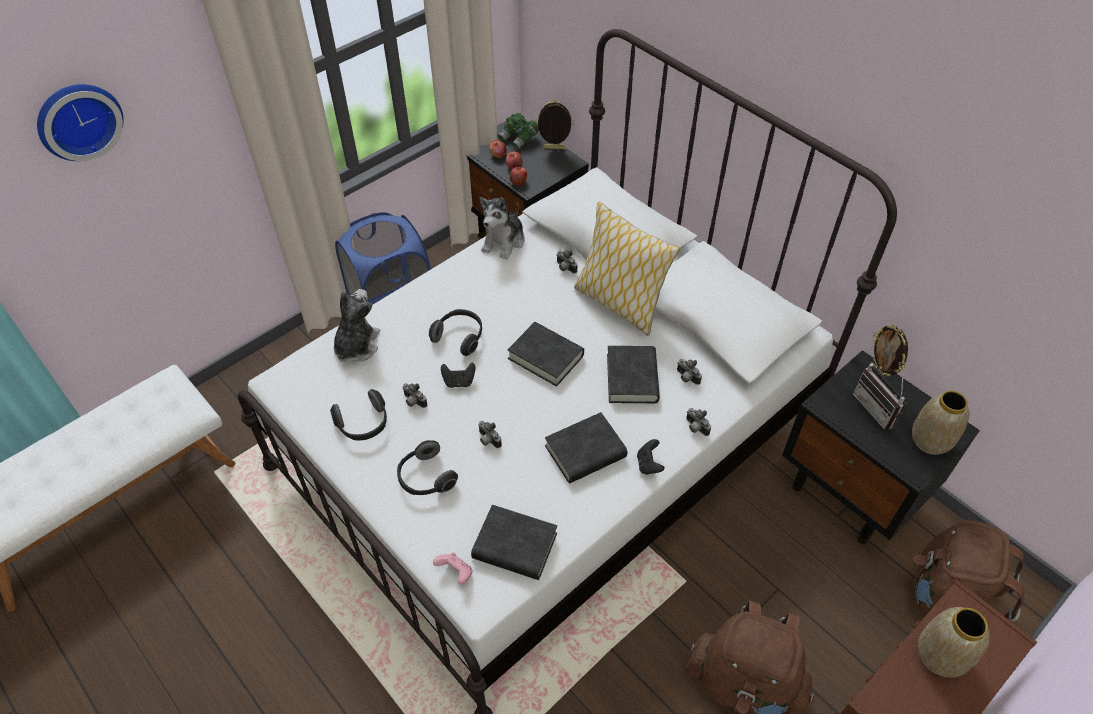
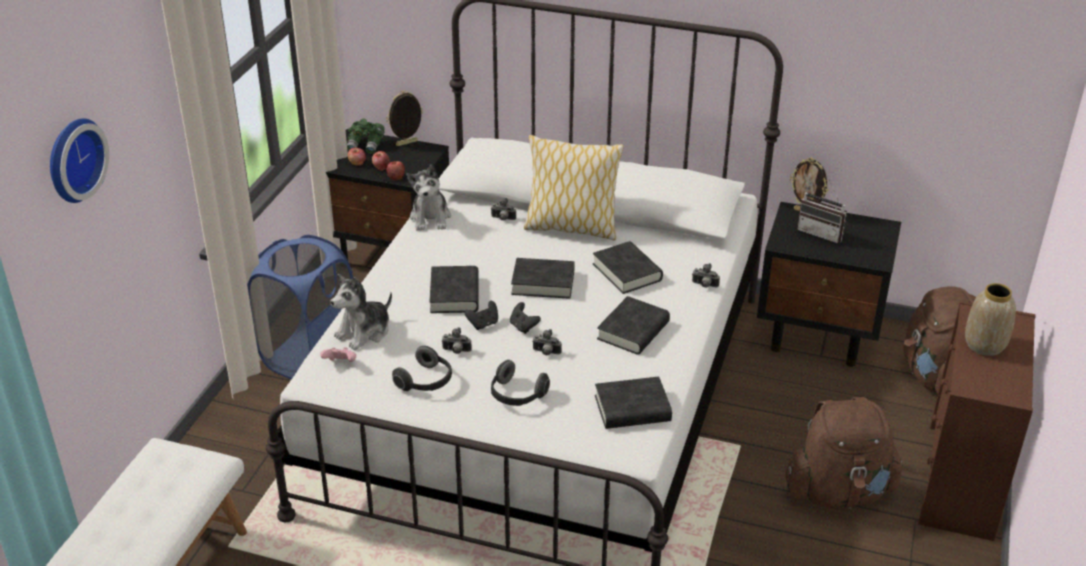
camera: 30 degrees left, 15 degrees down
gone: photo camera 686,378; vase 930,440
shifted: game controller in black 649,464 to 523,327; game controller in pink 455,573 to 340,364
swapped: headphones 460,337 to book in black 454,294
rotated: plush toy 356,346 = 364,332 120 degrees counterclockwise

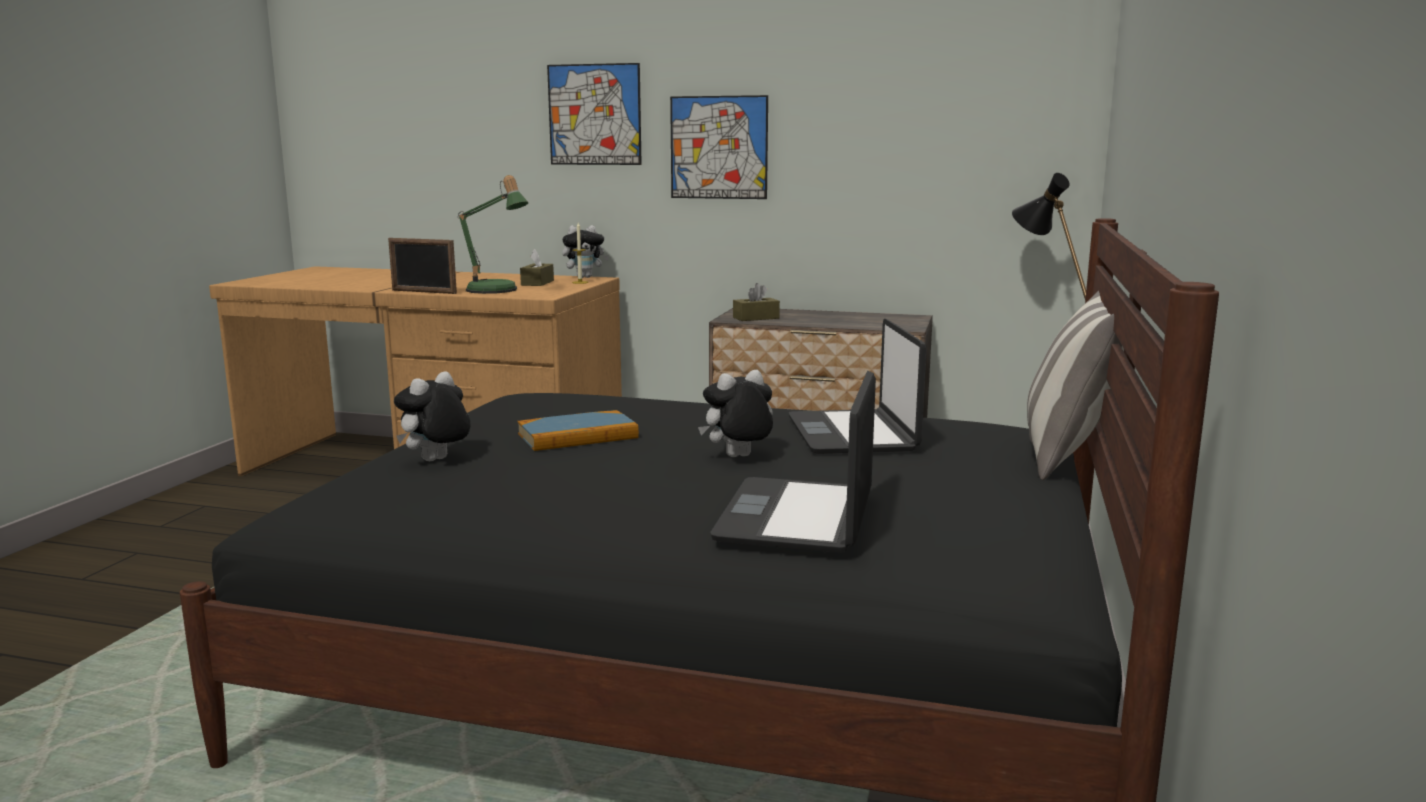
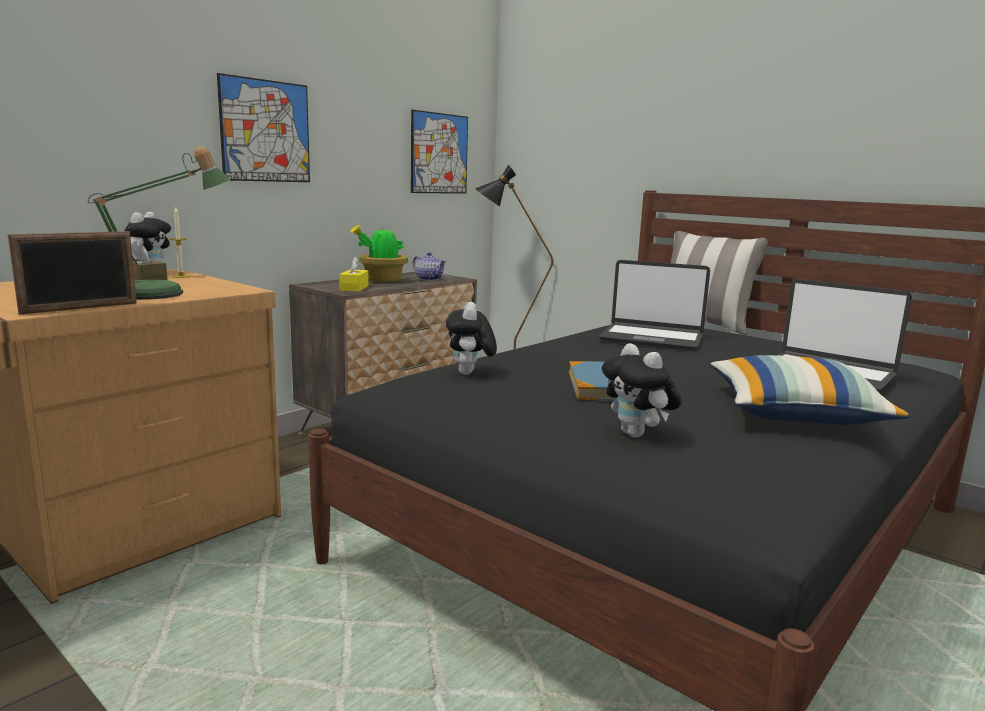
camera: 65 degrees left, 0 degrees up
new: potted plant 381,280; teapot 429,279; pillow 795,413
shifted: picture 594,114 to 439,153; plush toy 738,457 to 469,374
repainted: tissue box in brown 756,318 to tissue box in yellow 354,288

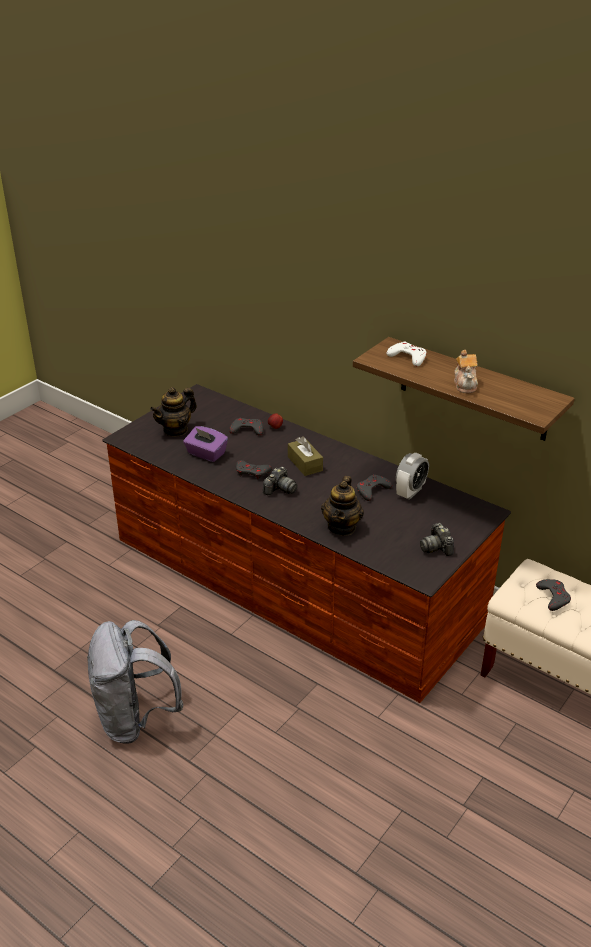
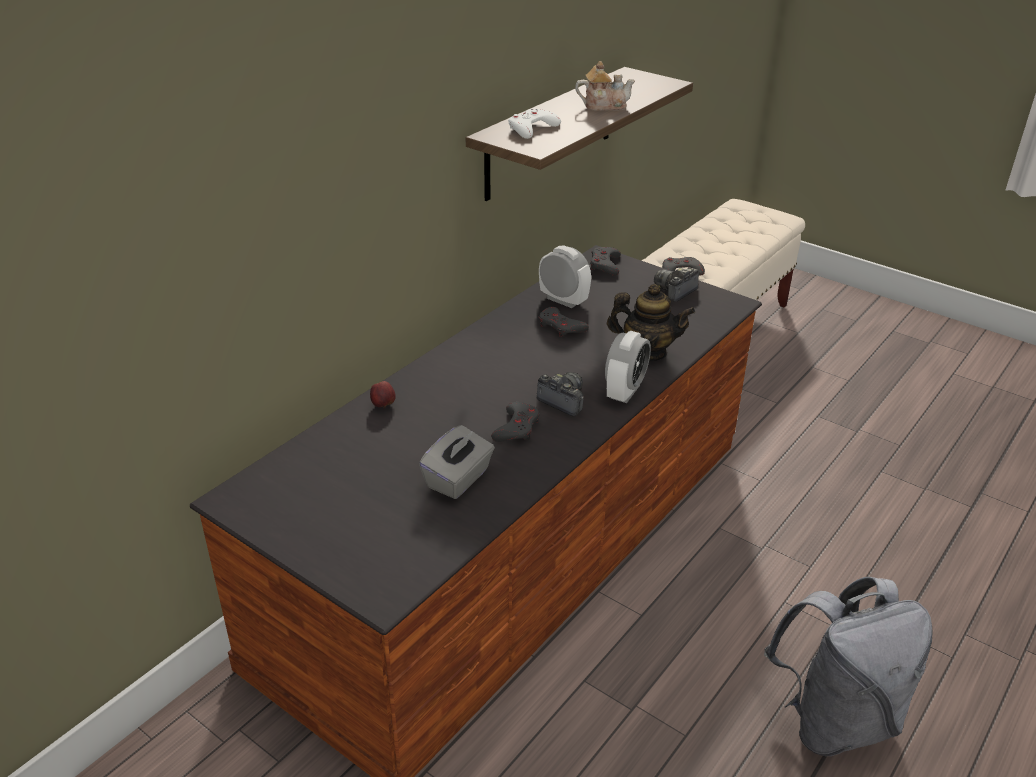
camera: 90 degrees left, 0 degrees up
gone: teapot 175,430; tissue box in brown 305,464
new: alarm clock 625,391
shifted: game controller in grey 247,430 to 605,265
repainted: tissue box in purple 206,454 to tissue box in grey 458,479
rotated: photo camera 436,547 = 675,291 150 degrees clockwise

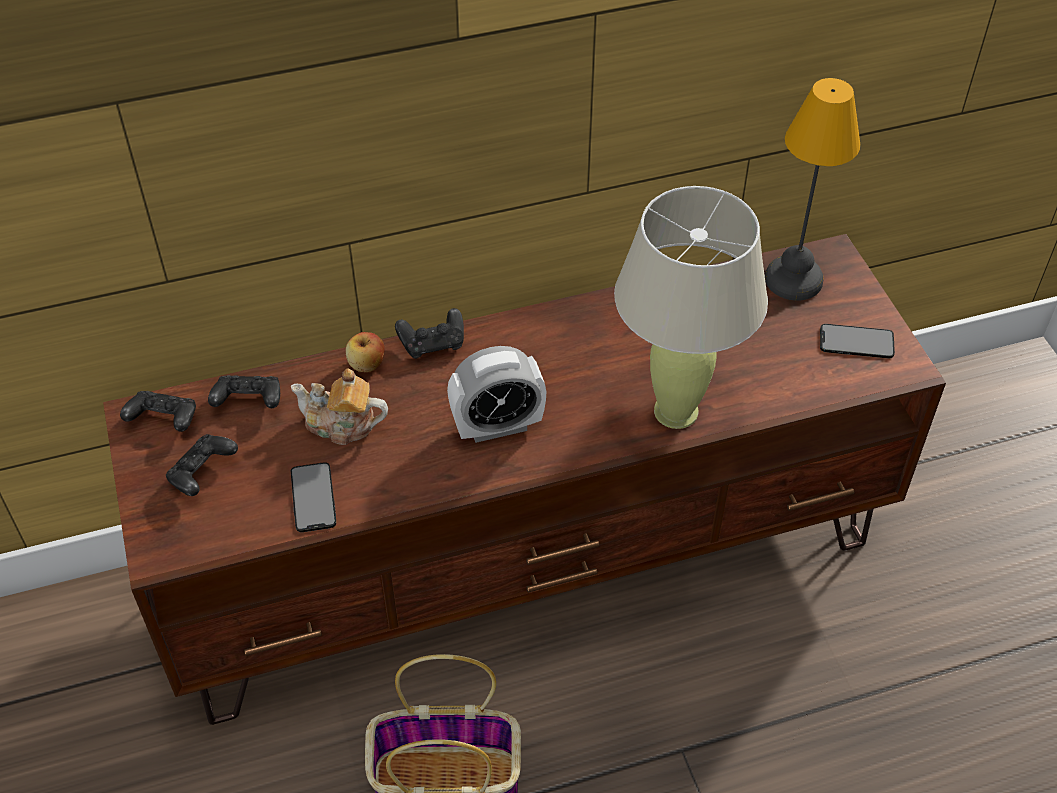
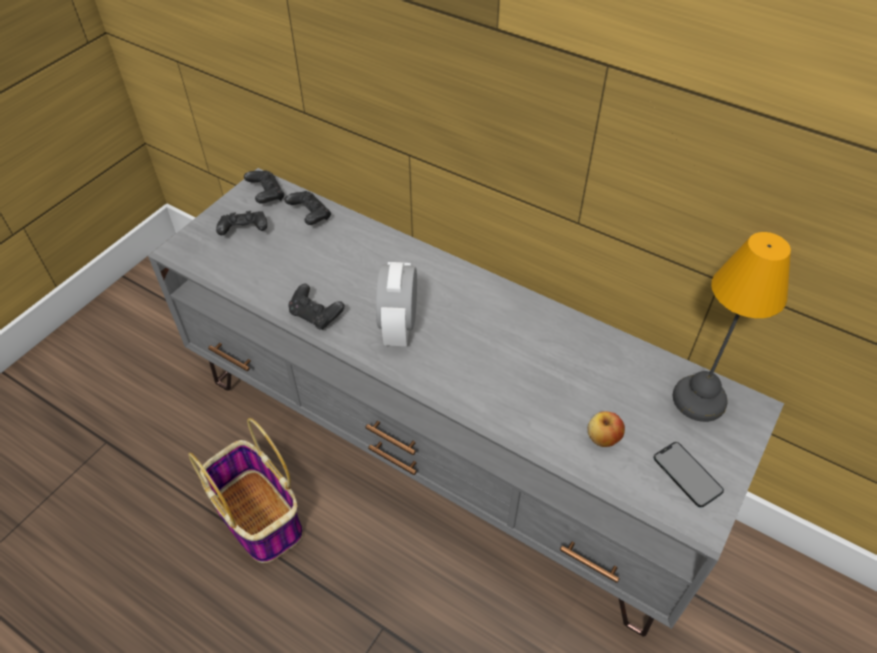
camera: 50 degrees right, 0 degrees up
gone: table lamp in beige 675,411; teapot 341,425; phone 313,497
shifted: game controller in black 433,344 to 316,315; apple 366,364 to 603,438
repainted: tv stand in brown 530,560 to tv stand in grey 441,449
rotated: alarm clock 497,426 = 399,327 60 degrees clockwise

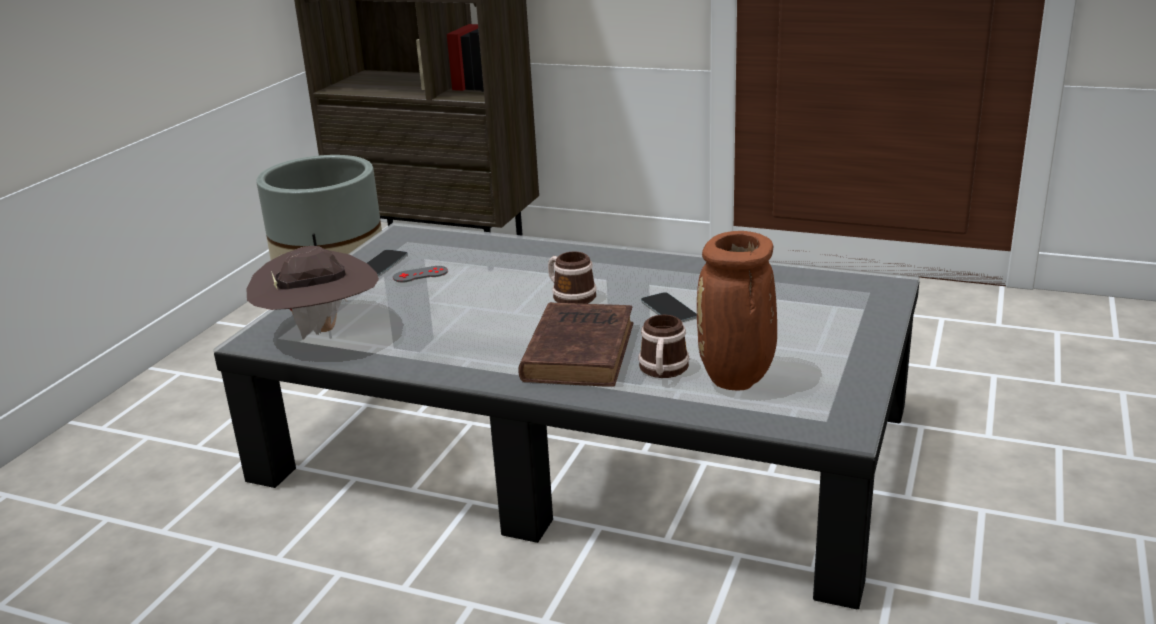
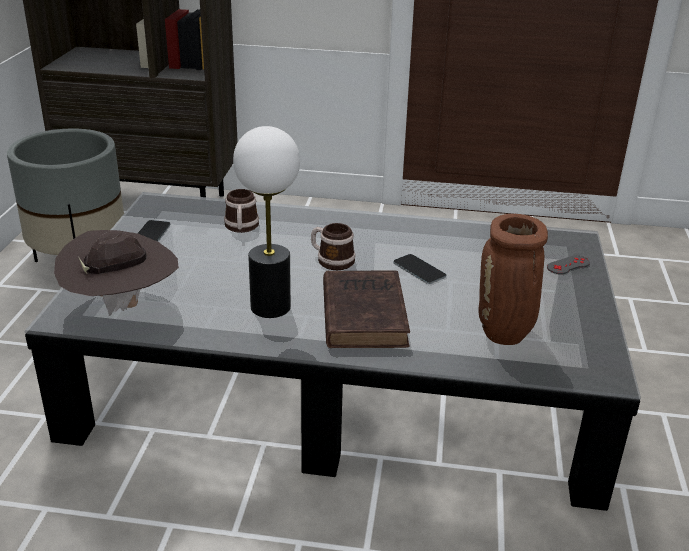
camera: 15 degrees left, 5 degrees up
new: table lamp 270,307
shifted: game controller in grey 420,274 to 568,265; mug 663,371 to 241,228

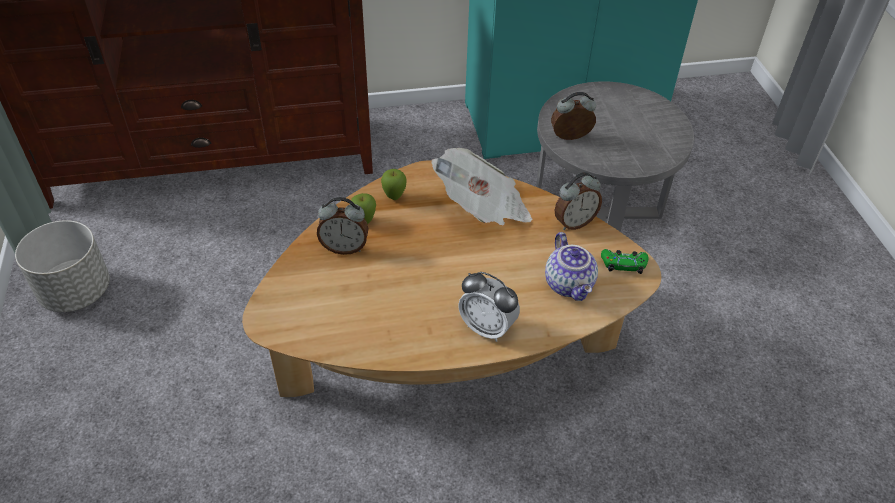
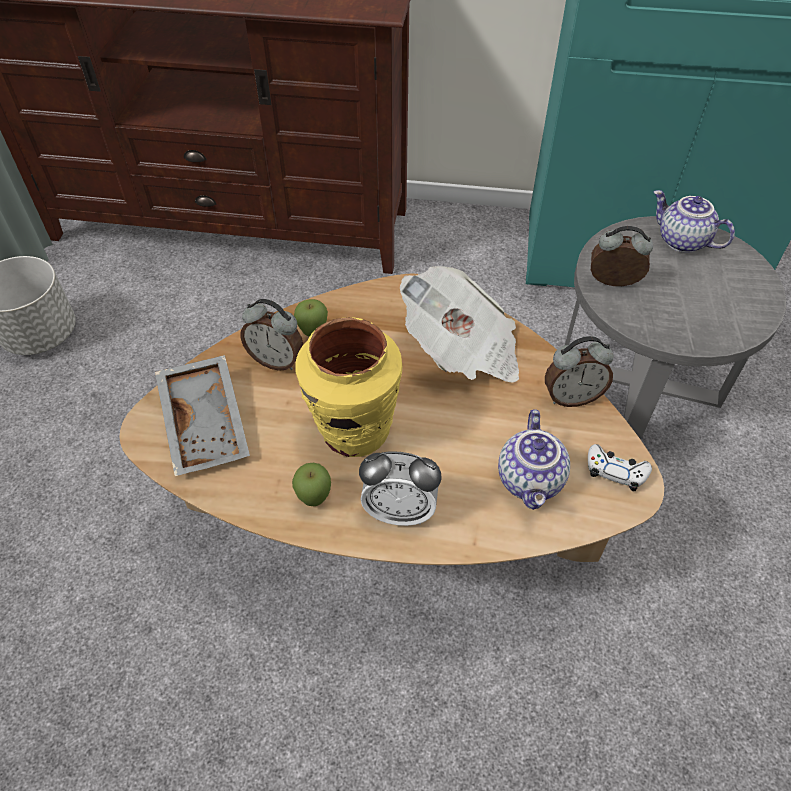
camera: 20 degrees right, 5 degrees up
new: teapot 681,241; vase in yellow 354,431; tray in grey 207,423
shifted: apple 394,197 to 314,500
repainted: game controller in green 623,264 to game controller in white 615,471
rotated: alarm clock 487,328 = 399,510 45 degrees counterclockwise

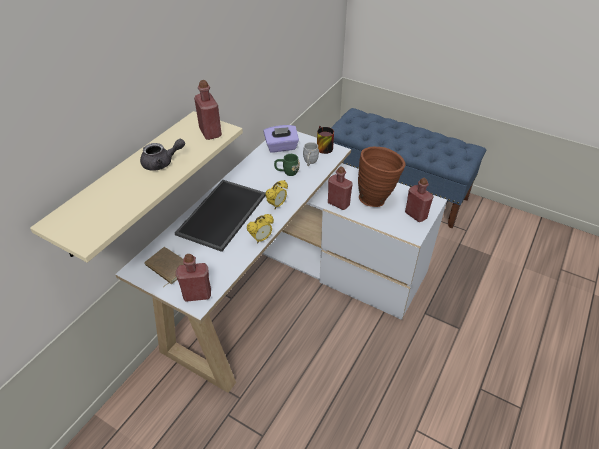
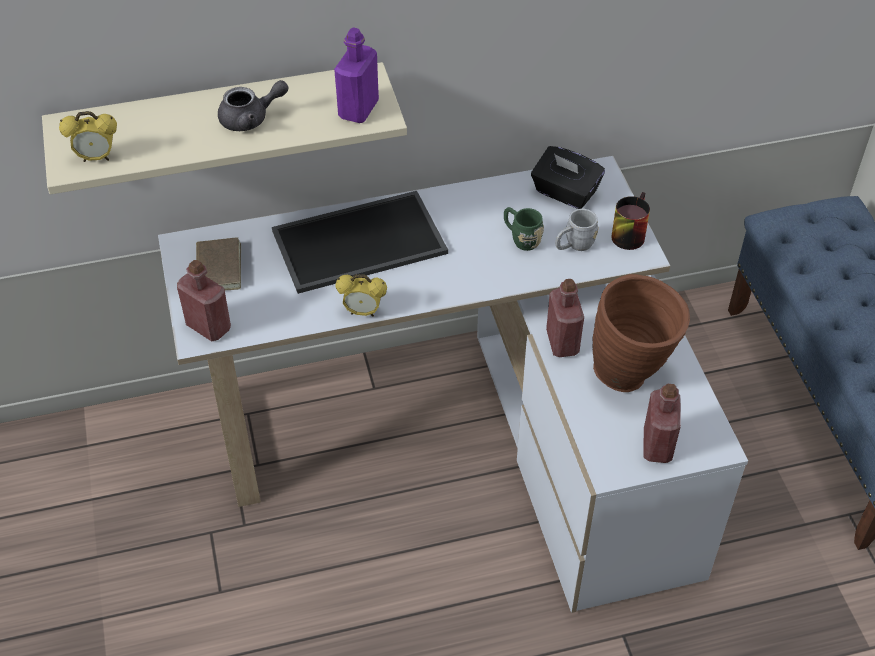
camera: 45 degrees right, 5 degrees up
shifted: alarm clock 277,205 to 96,158
repainted: bottle in red 210,132 to bottle in purple 358,109; tissue box in purple 281,147 to tissue box in black 565,193
rotated: teapot in grey 162,163 = 251,119 45 degrees counterclockwise

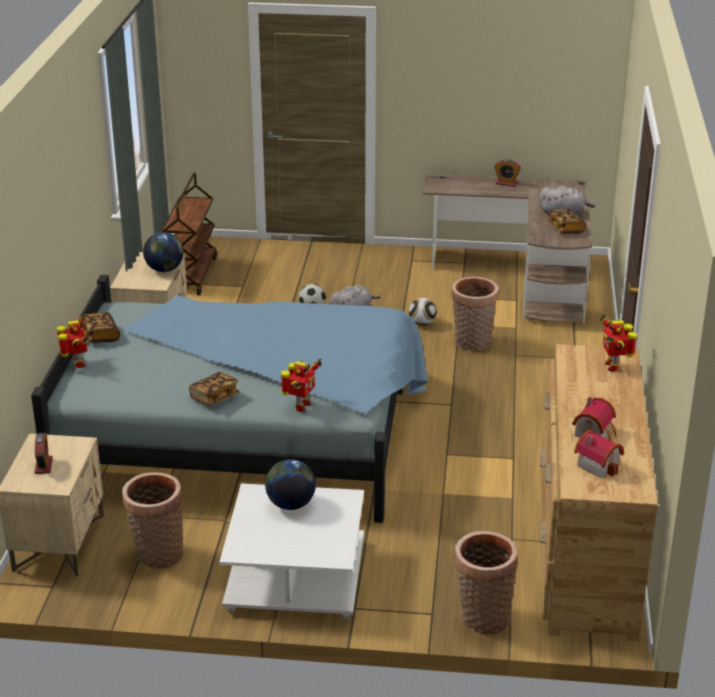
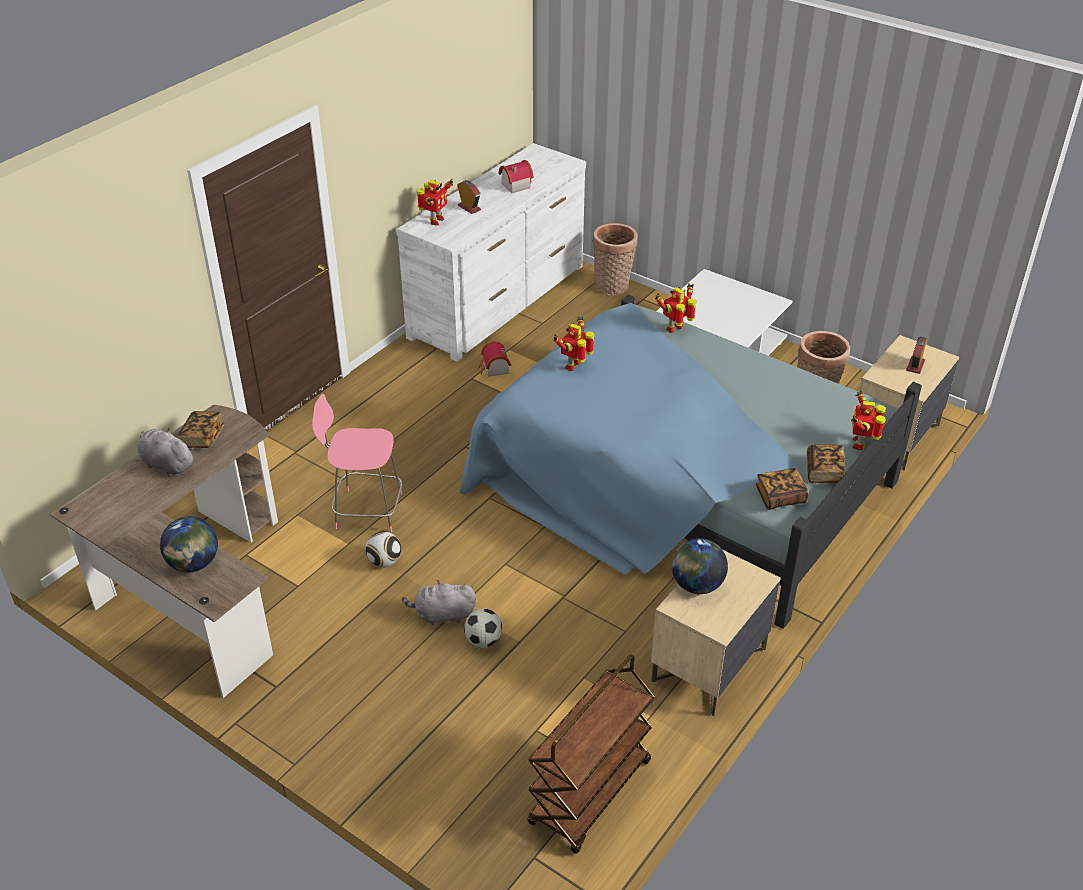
camera: 150 degrees left, 10 degrees up
new: toy robot 574,366
shifted: alarm clock 506,183 to 469,208; book 214,397 to 780,497; toy house 598,464 to 494,369; globe 290,504 to 194,564
swapped: basket 472,343 to chair in pink 365,510
repainted: dresser in brown 586,548 to dresser in white 499,301

